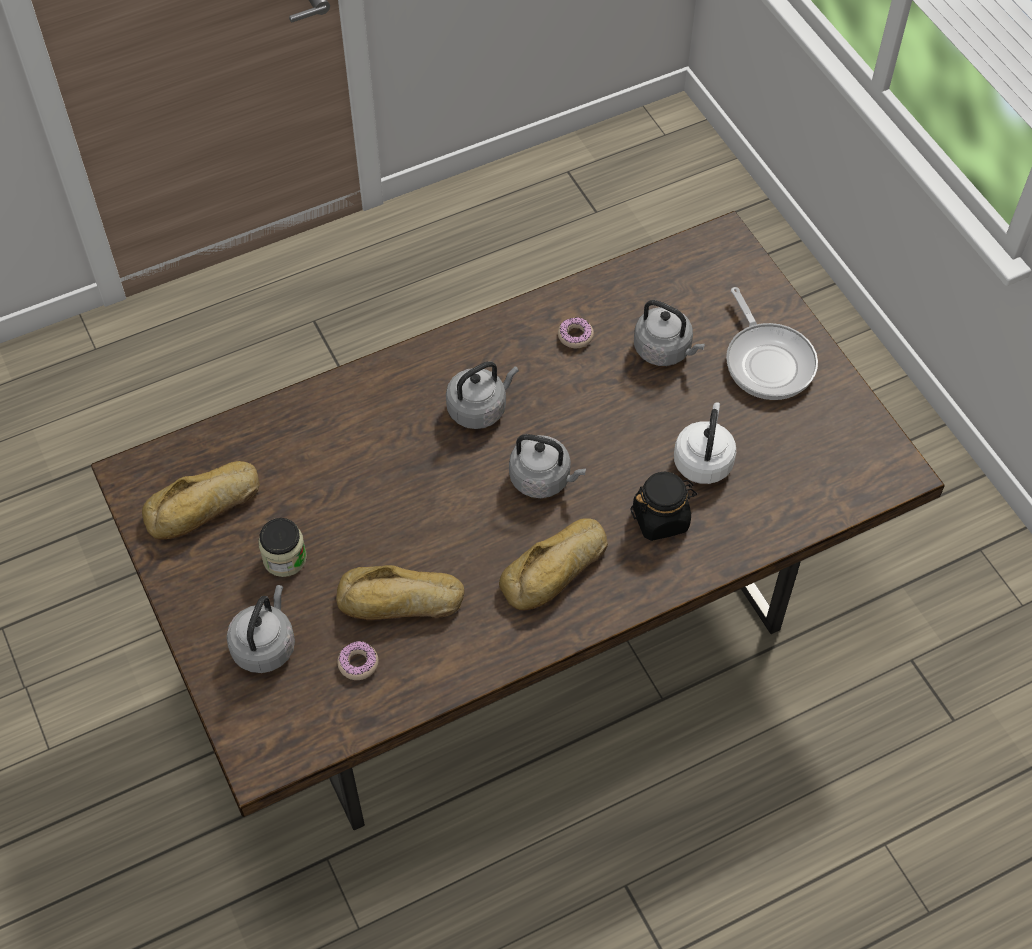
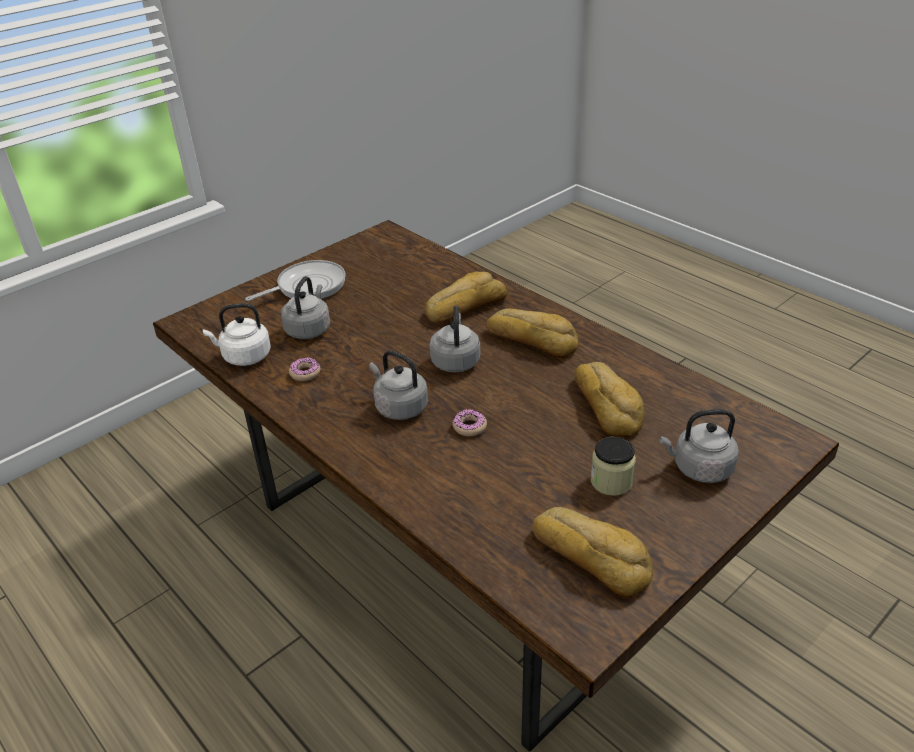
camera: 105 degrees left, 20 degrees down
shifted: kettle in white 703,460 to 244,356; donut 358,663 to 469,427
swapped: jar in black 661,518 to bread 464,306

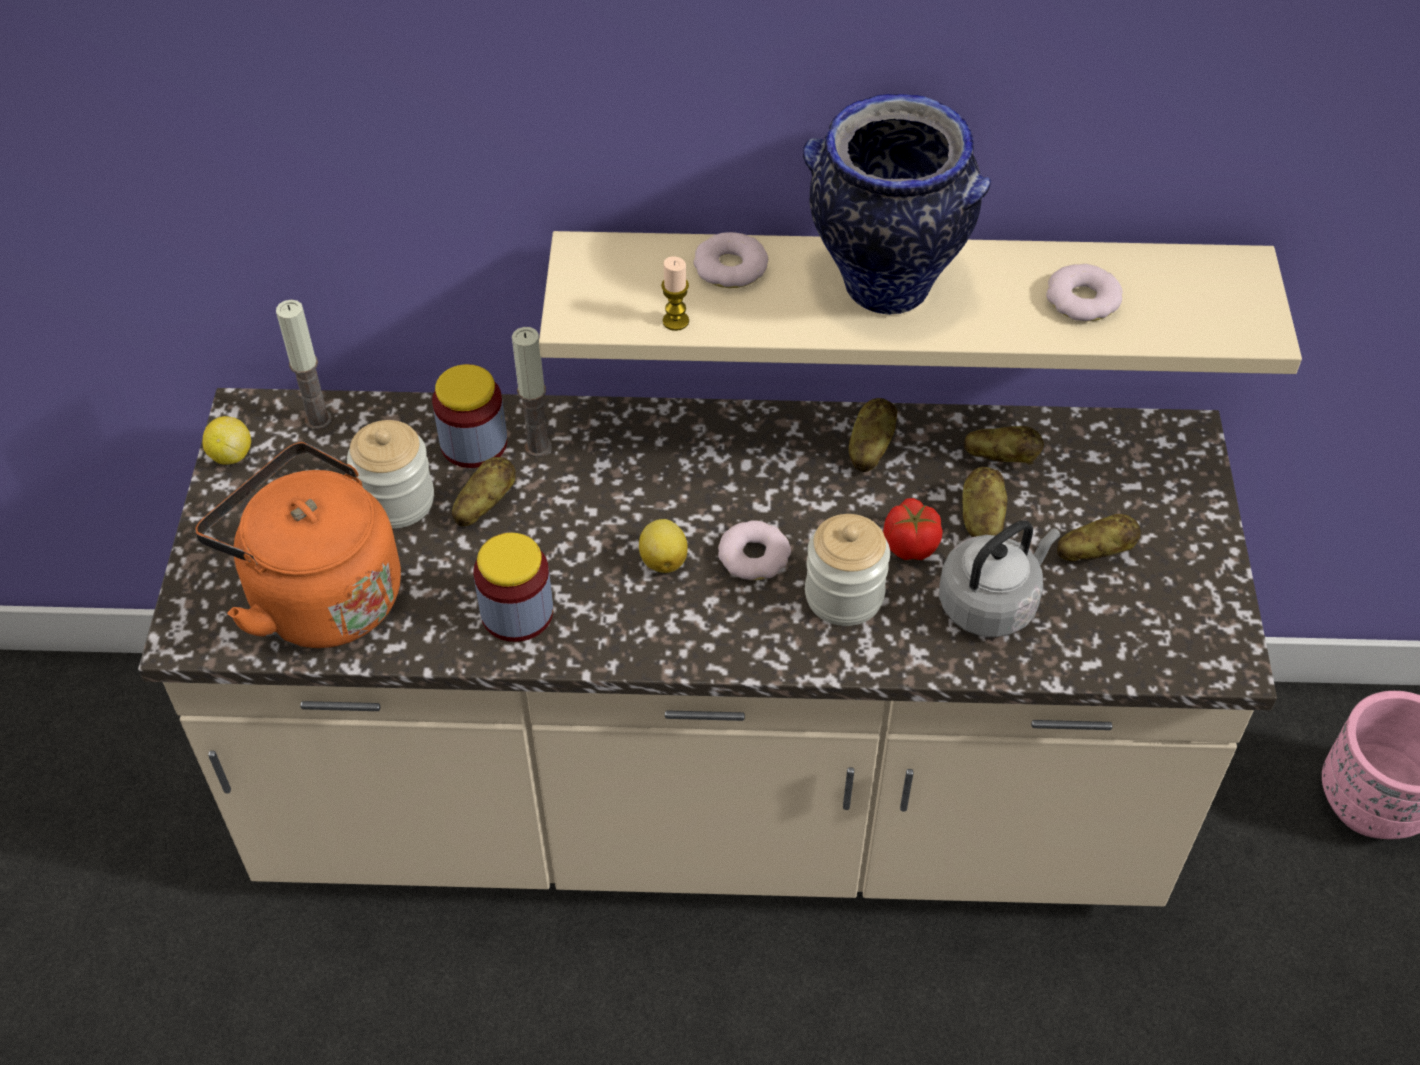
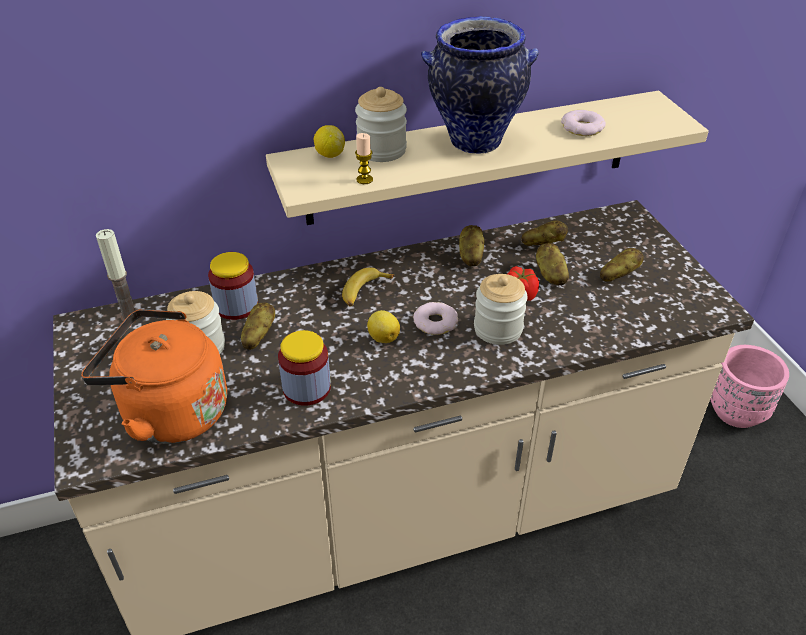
camera: 20 degrees left, 10 degrees down
gone: candle 538,446; kettle in grey 991,602
new: banana 364,292
shifted: lemon 231,455 to 330,154
swapped: donut 730,267 to jar 381,150

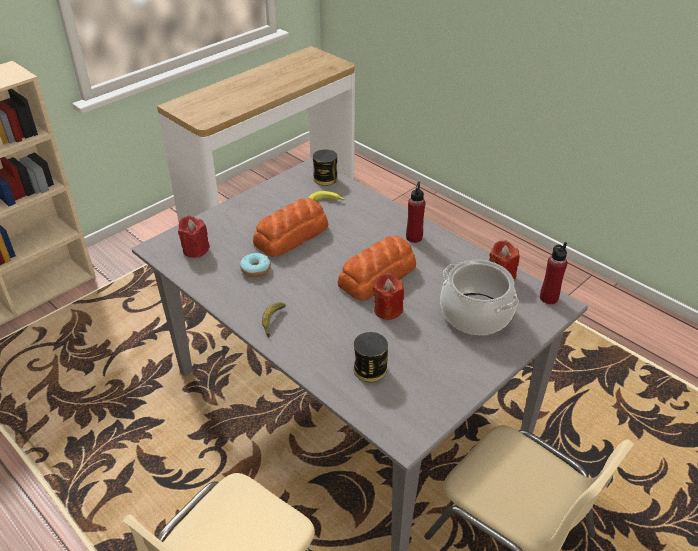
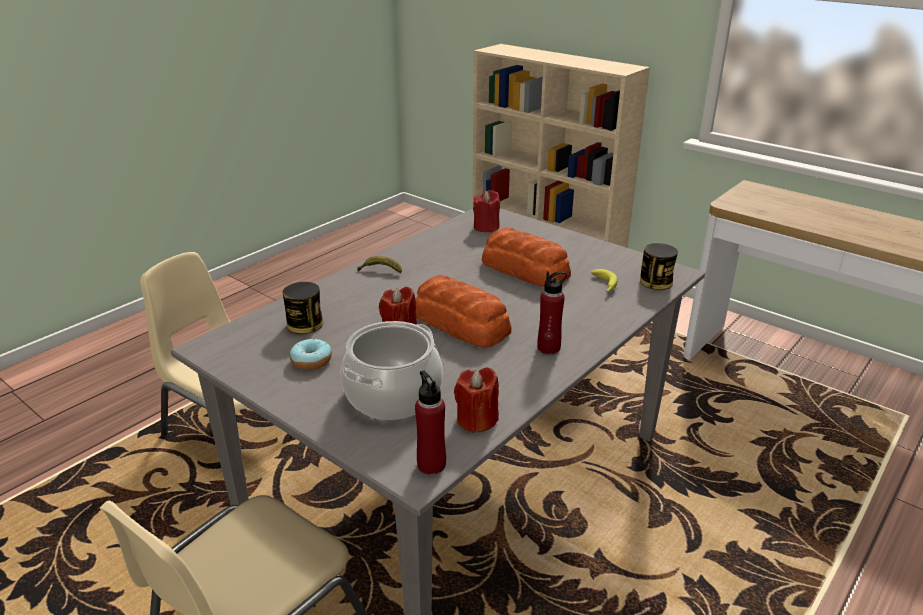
camera: 85 degrees right, 10 degrees down
shifted: donut 256,269 to 311,361

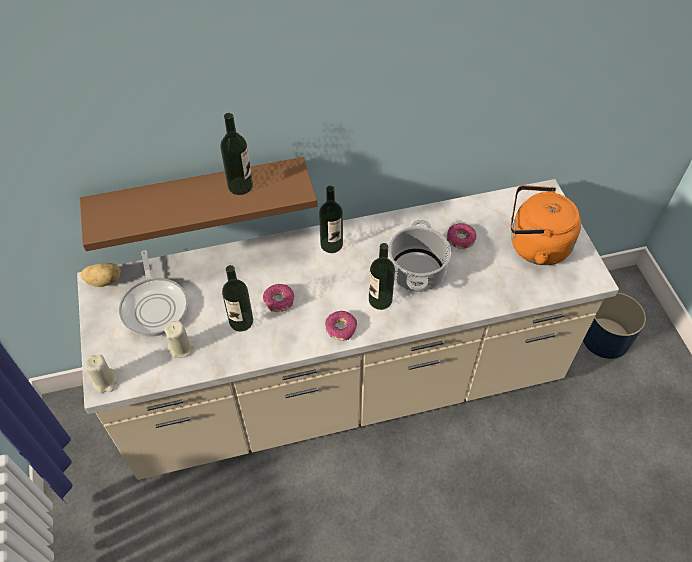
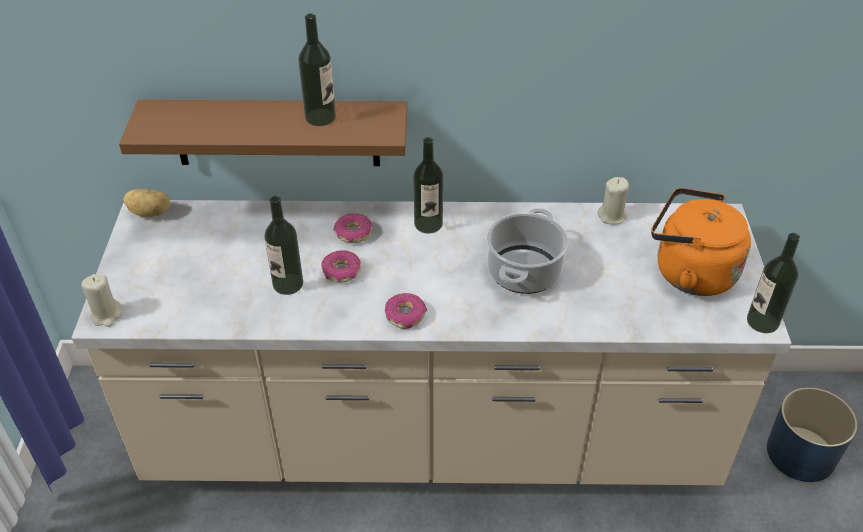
camera: 15 degrees right, 10 degrees down
gone: frying pan 155,306
shifted: donut 460,239 to 353,233; bottle 380,300 to 762,321; candle in beige 181,348 to 612,216

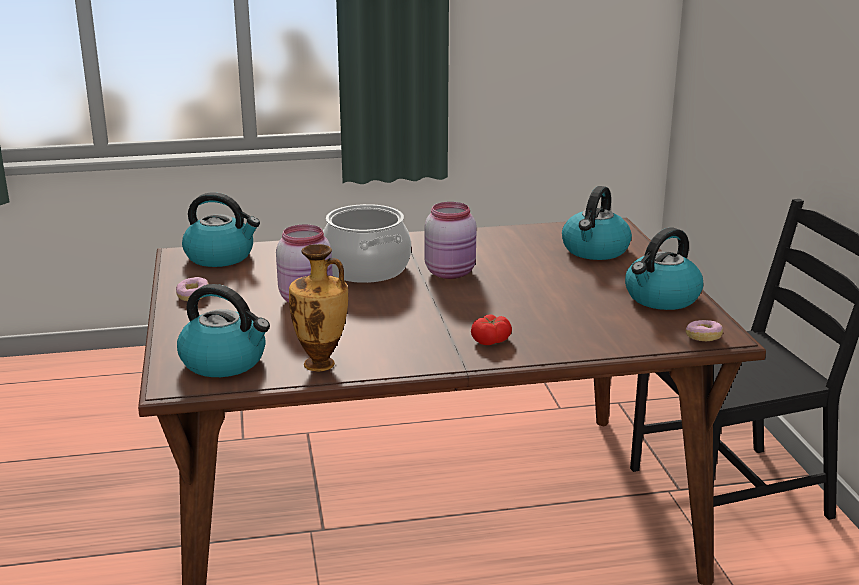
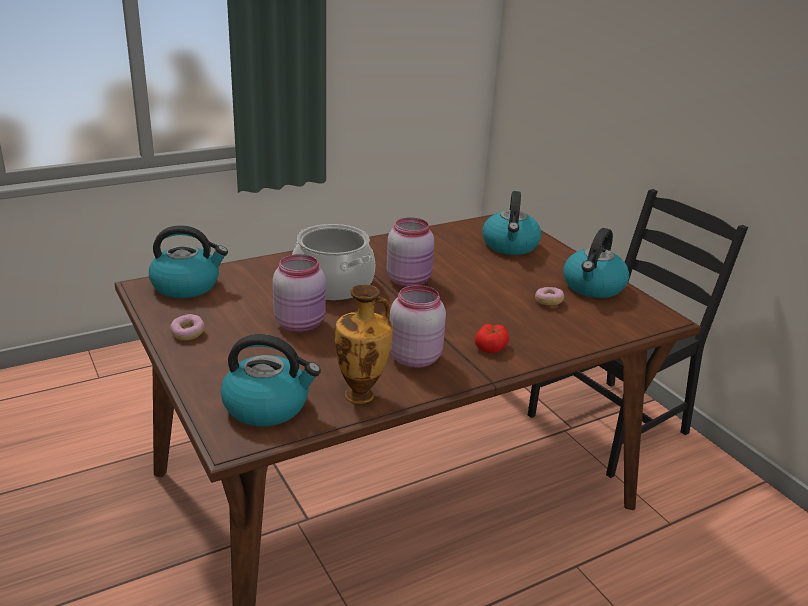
camera: 20 degrees left, 5 degrees up
new: jar in pink 414,357
shifted: donut 703,338 to 548,302

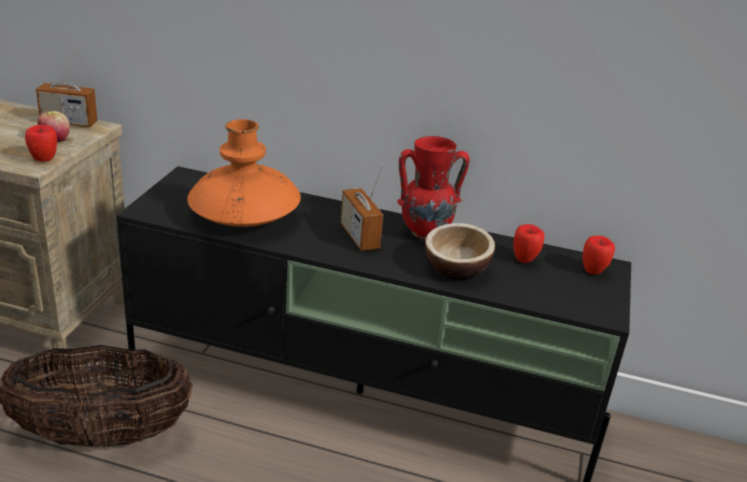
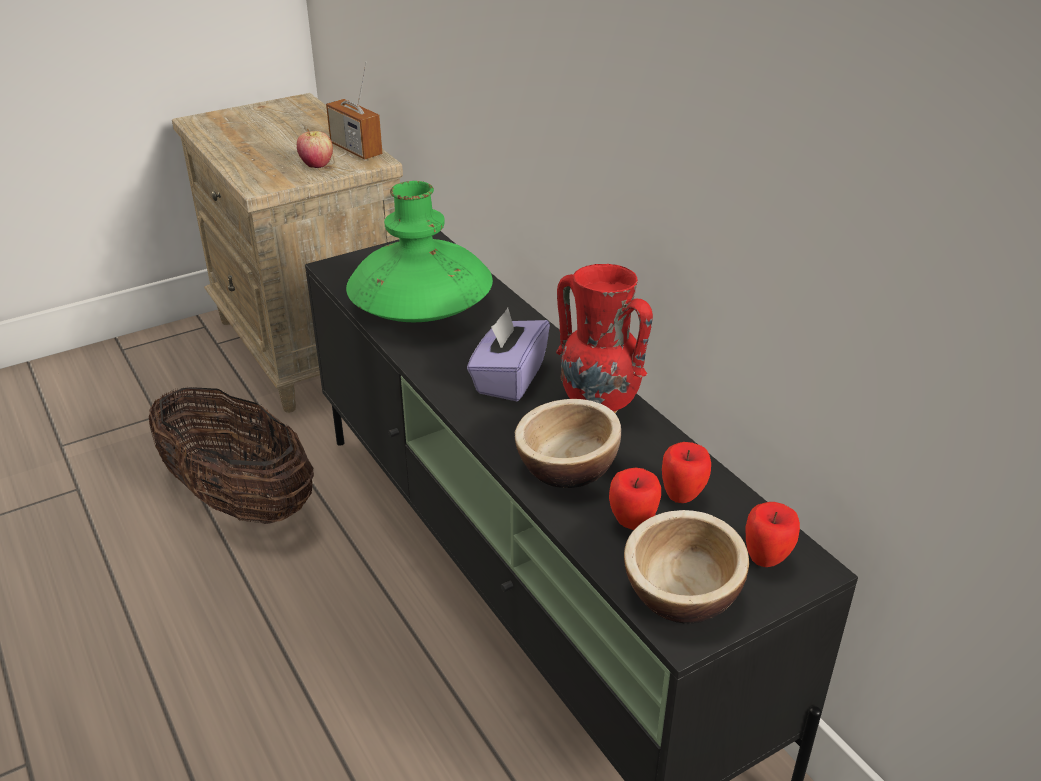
camera: 45 degrees right, 5 degrees up
new: bowl 681,593
shifted: apple 44,160 to 632,523
swapped: radio 359,237 to tissue box in purple 508,379
repainted: vase in orange 244,215 to vase in green 421,307

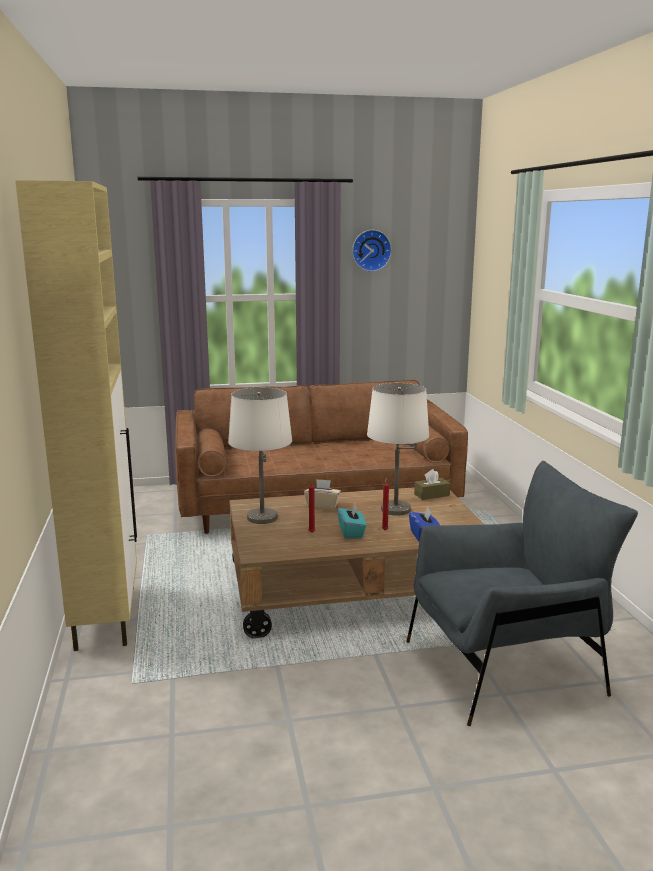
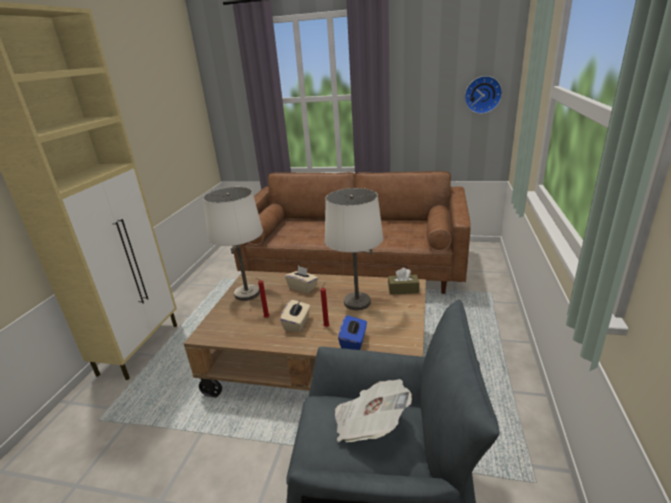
camera: 25 degrees right, 10 degrees up
new: newspaper 369,424
shifted: wall clock 371,250 to 482,94
repainted: tissue box in turquoise 351,532 to tissue box in beige 297,324

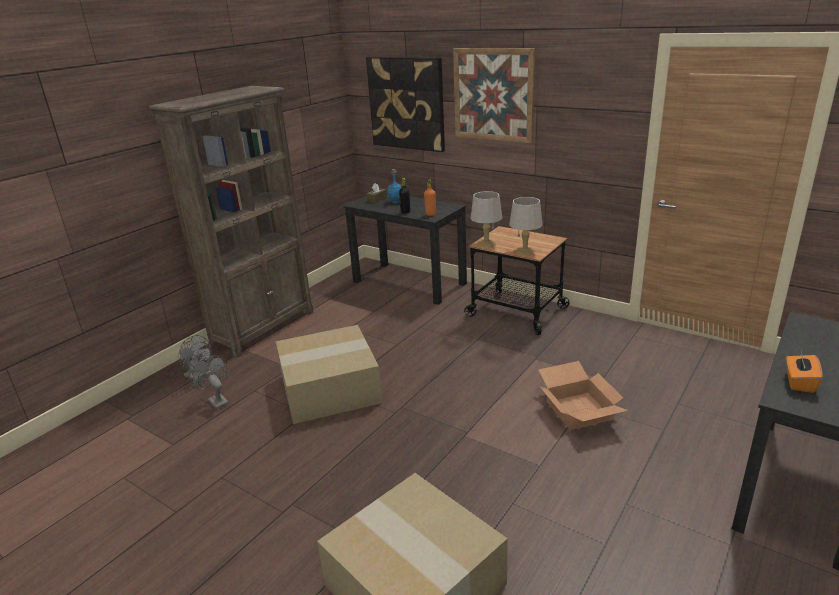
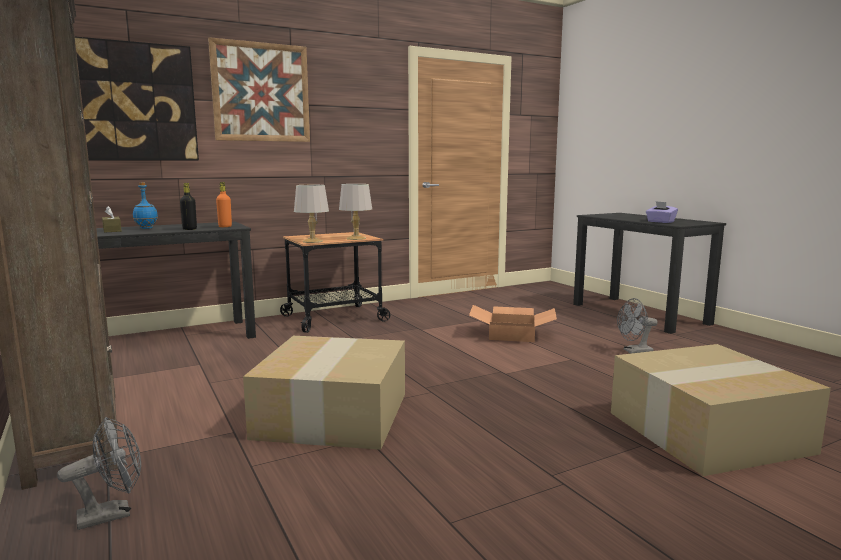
camera: 65 degrees left, 15 degrees down
shifted: fan in grey 216,400 to 634,351
repainted: tissue box in orange 799,382 to tissue box in purple 660,222

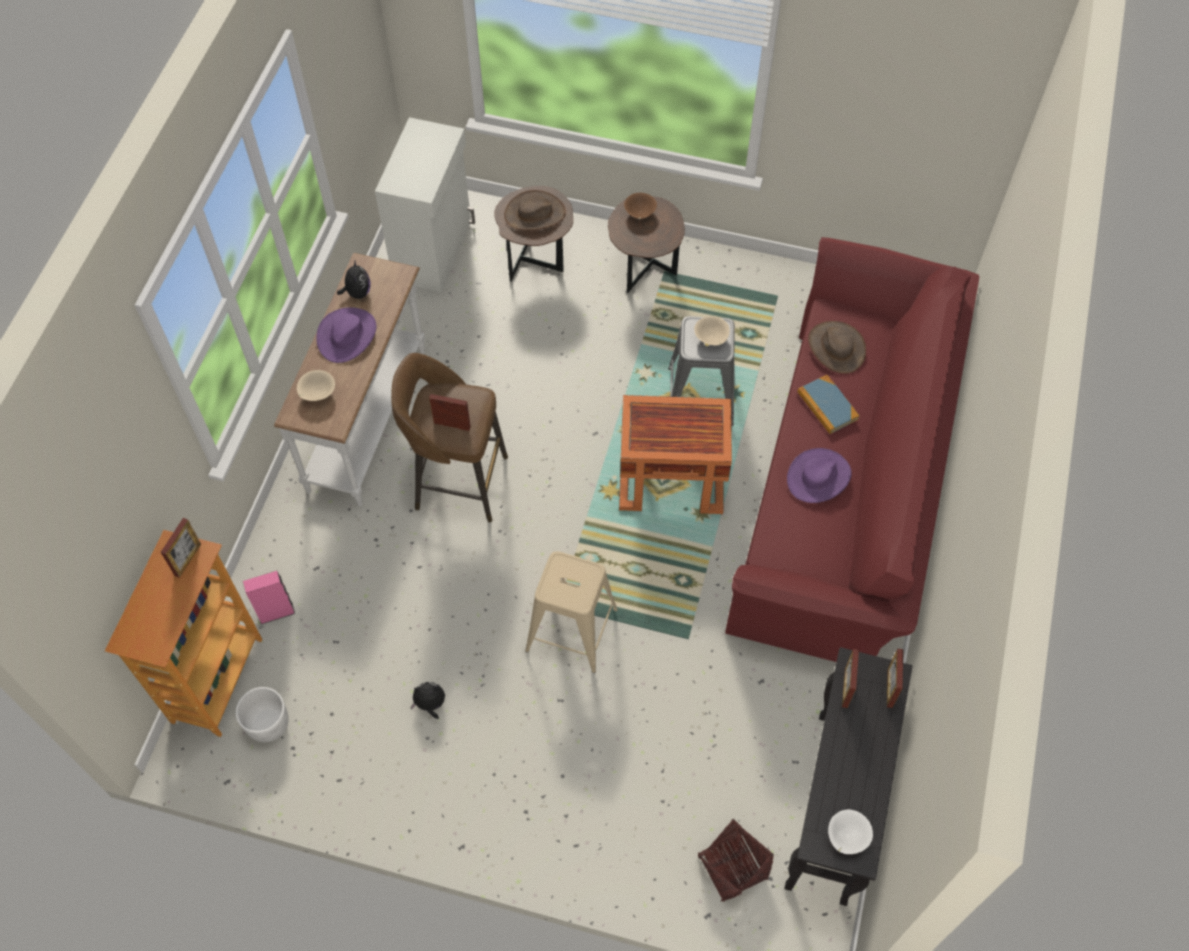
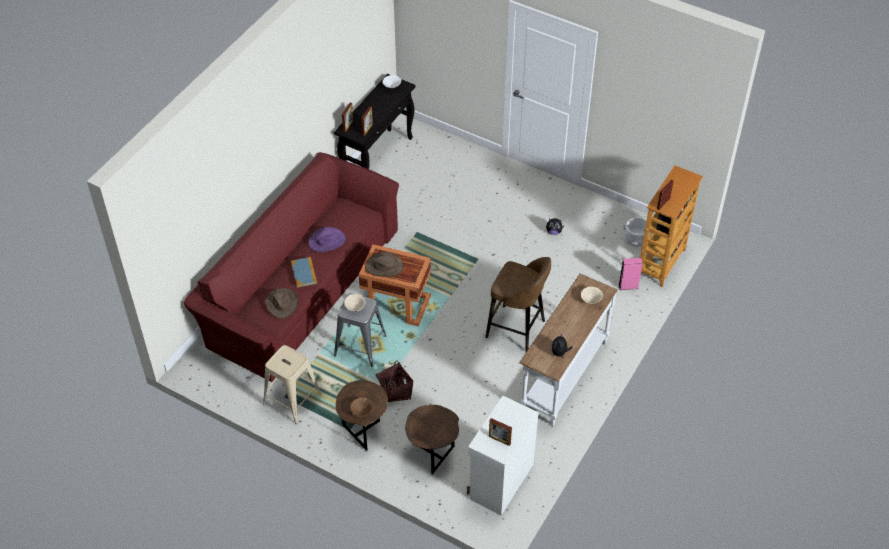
camera: 165 degrees left, 10 degrees down
gone: hat in purple 347,335
shifted: hat in brown 535,214 to 384,266; picture frame 452,425 to 499,440; stool in beige 571,630 to 292,399; basket 732,867 to 395,391

